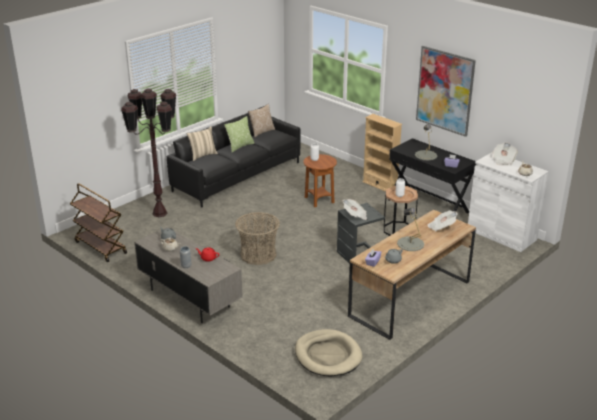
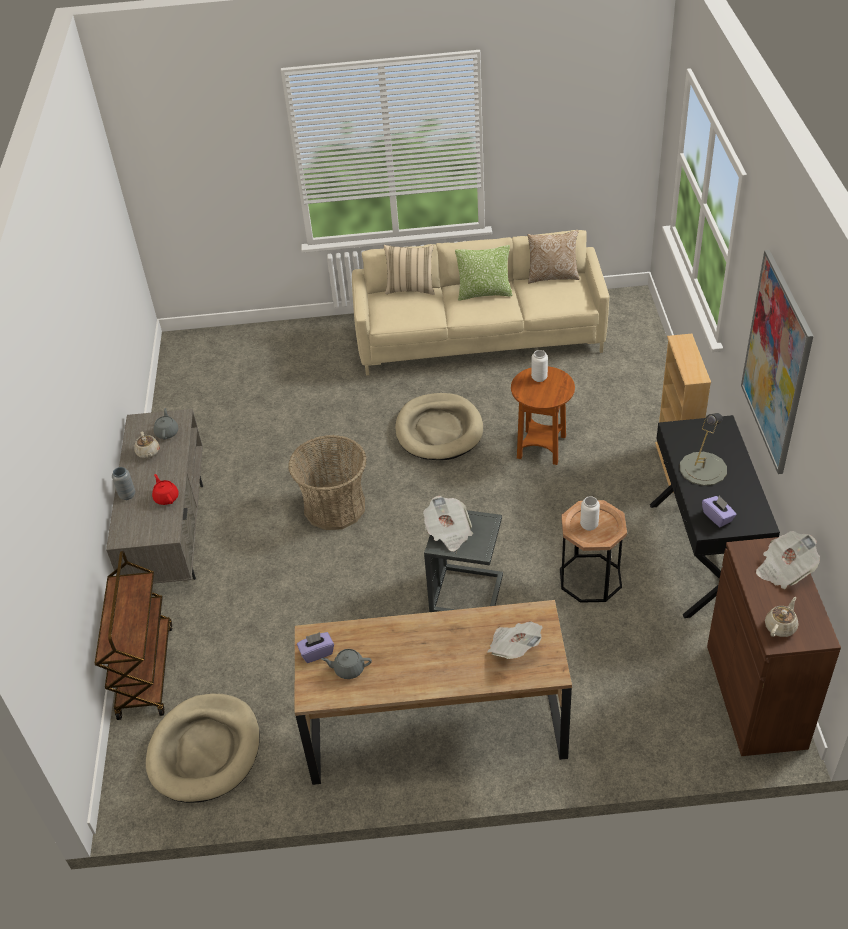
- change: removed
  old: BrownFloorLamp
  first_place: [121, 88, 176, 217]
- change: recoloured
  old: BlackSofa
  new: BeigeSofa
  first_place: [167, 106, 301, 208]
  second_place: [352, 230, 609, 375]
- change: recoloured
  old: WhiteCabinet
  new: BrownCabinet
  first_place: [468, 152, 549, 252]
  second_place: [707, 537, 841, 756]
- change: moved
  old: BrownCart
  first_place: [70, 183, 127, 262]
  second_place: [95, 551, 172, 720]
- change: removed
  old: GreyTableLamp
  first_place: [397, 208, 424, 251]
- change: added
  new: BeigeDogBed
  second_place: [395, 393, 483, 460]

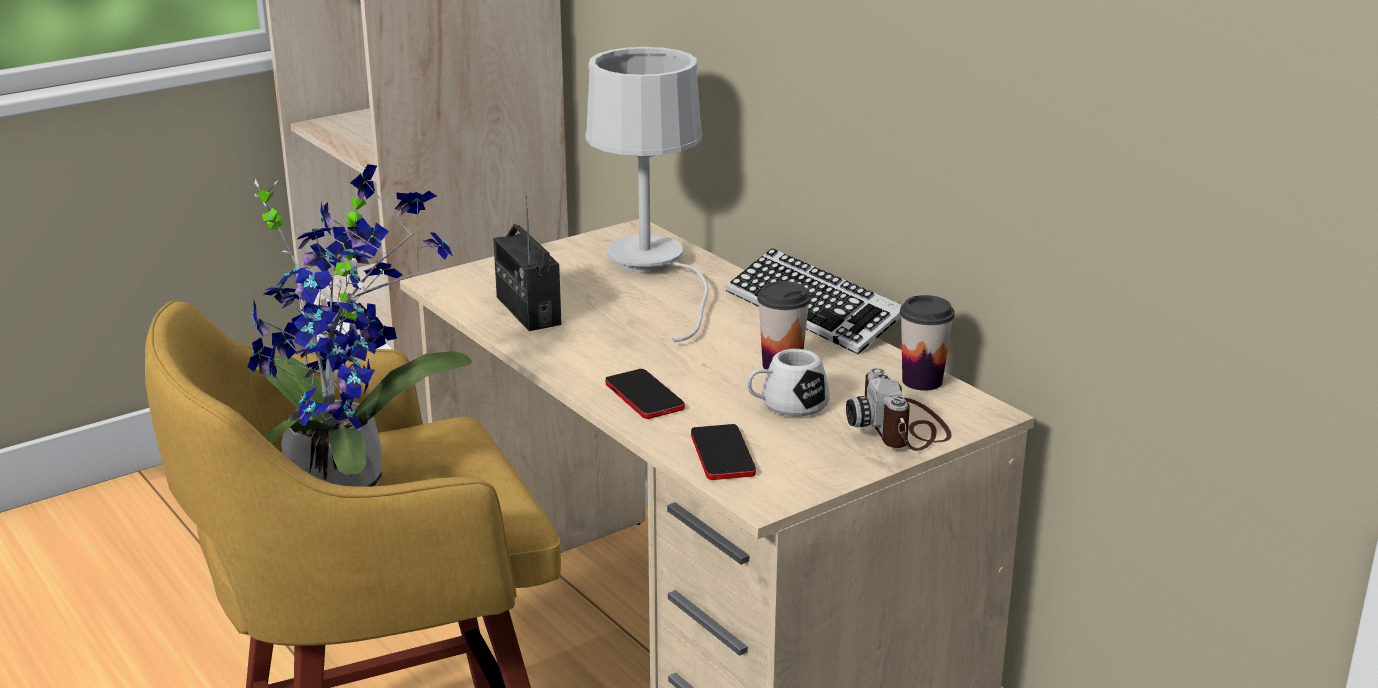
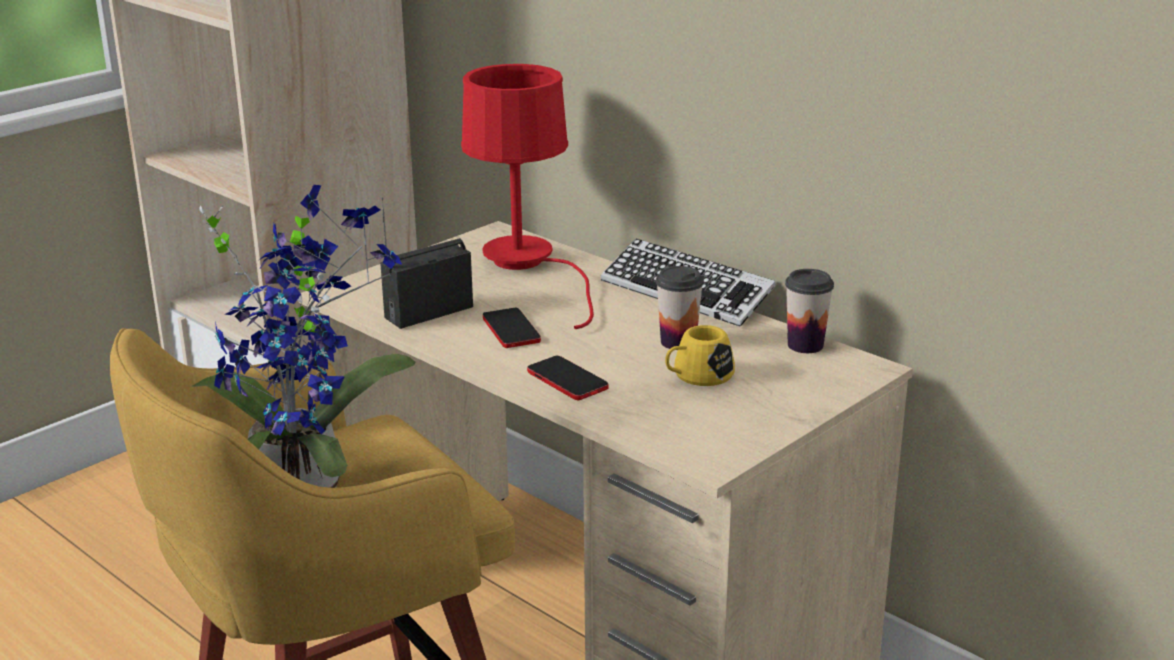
- change: recoloured
  old: WhiteTableLamp
  new: RedTableLamp
  first_place: [585, 47, 709, 342]
  second_place: [461, 64, 594, 329]
- change: turned
  old: Radio
  first_place: [493, 195, 561, 331]
  second_place: [380, 198, 473, 329]
  degrees: 90
- change: recoloured
  old: WhiteMug
  new: YellowMug
  first_place: [747, 349, 830, 416]
  second_place: [665, 325, 735, 386]
- change: removed
  old: PhotoCamera
  first_place: [846, 368, 952, 451]
- change: moved
  old: Phone
  first_place: [691, 424, 756, 480]
  second_place: [483, 308, 541, 348]

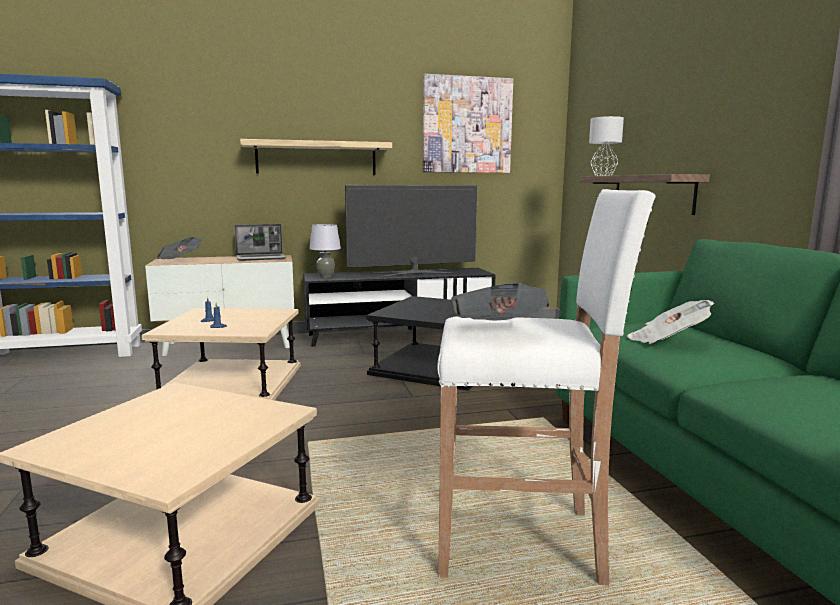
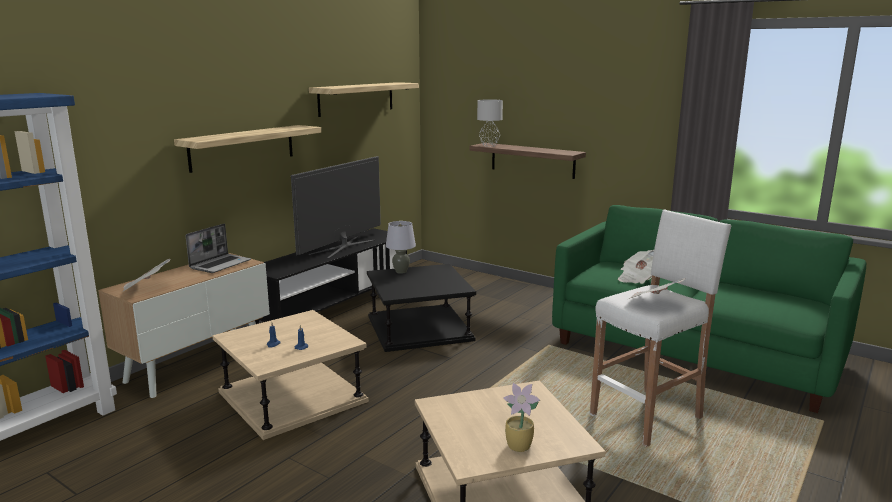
- change: replaced
  old: Picture
  new: Shelf
  first_place: [423, 74, 513, 173]
  second_place: [309, 82, 419, 117]
- change: moved
  old: GreyTableLamp
  first_place: [309, 224, 341, 278]
  second_place: [386, 221, 416, 274]
- change: added
  new: PottedPlant
  second_place: [503, 383, 541, 452]

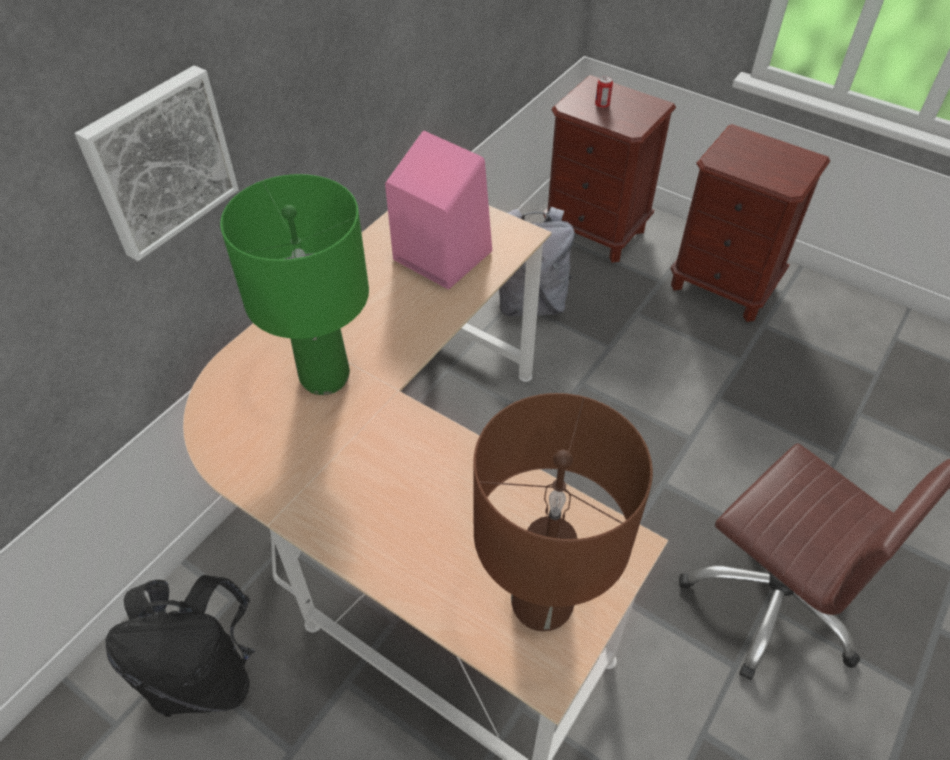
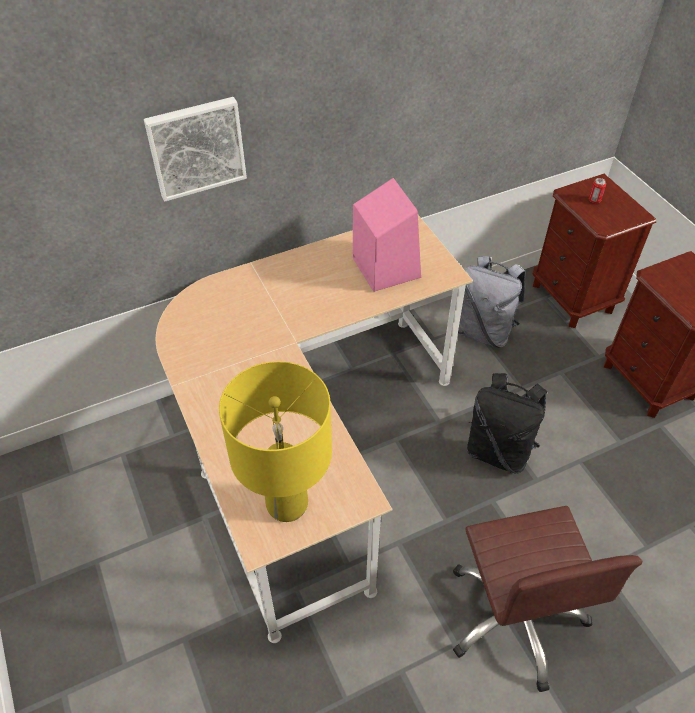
- change: removed
  old: GreenTableLamp
  first_place: [220, 174, 369, 395]
- change: recoloured
  old: BrownTableLamp
  new: YellowTableLamp
  first_place: [473, 393, 653, 631]
  second_place: [219, 361, 332, 522]
- change: moved
  old: BlackBackpack
  first_place: [105, 575, 255, 717]
  second_place: [467, 373, 547, 473]

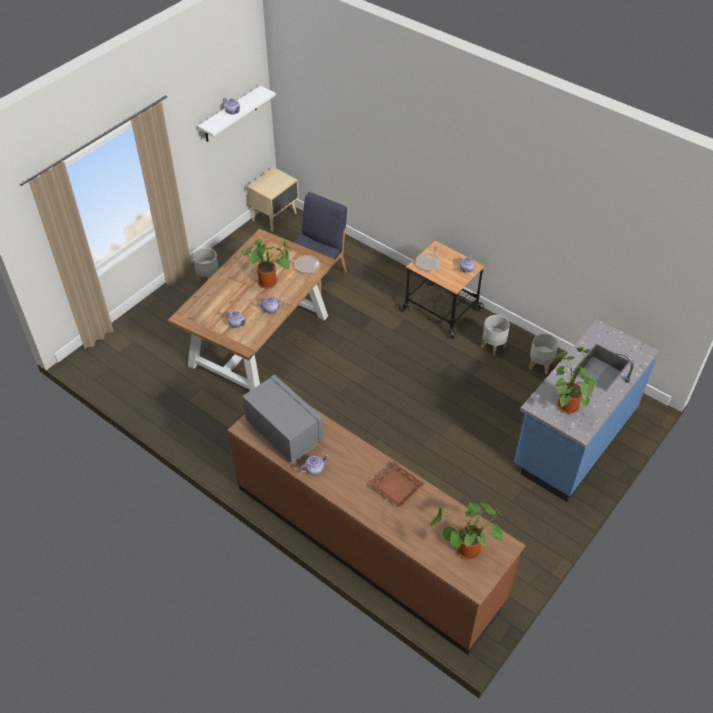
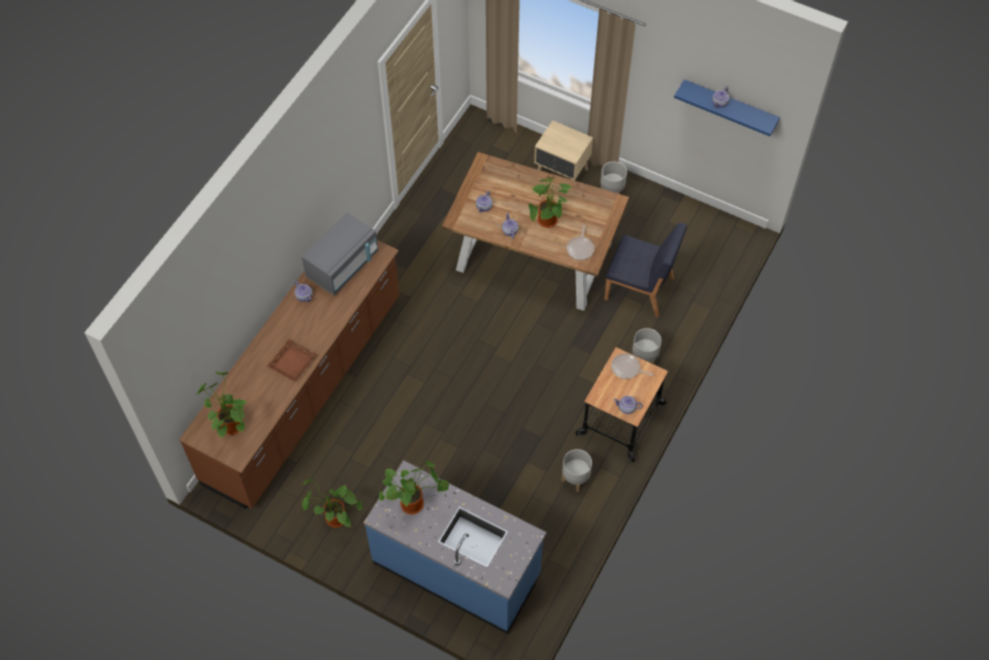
- change: recoloured
  old: WhiteShelf
  new: BlueShelf
  first_place: [197, 86, 276, 142]
  second_place: [674, 79, 780, 136]
- change: moved
  old: BeigeNightstand
  first_place: [246, 167, 299, 232]
  second_place: [534, 120, 593, 181]
- change: moved
  old: GreyPlanter
  first_place: [529, 333, 559, 375]
  second_place: [632, 328, 662, 364]
- change: added
  new: PottedPlant
  second_place: [302, 476, 362, 528]

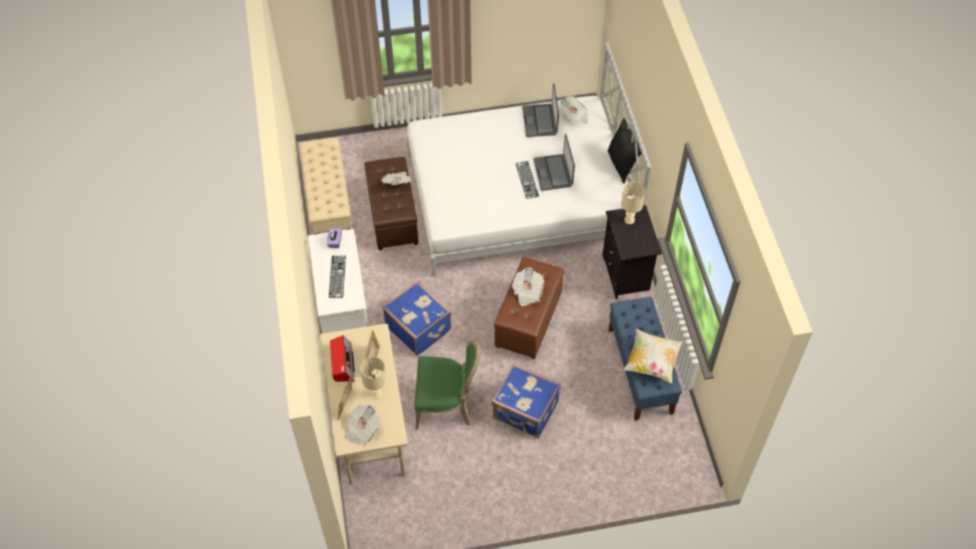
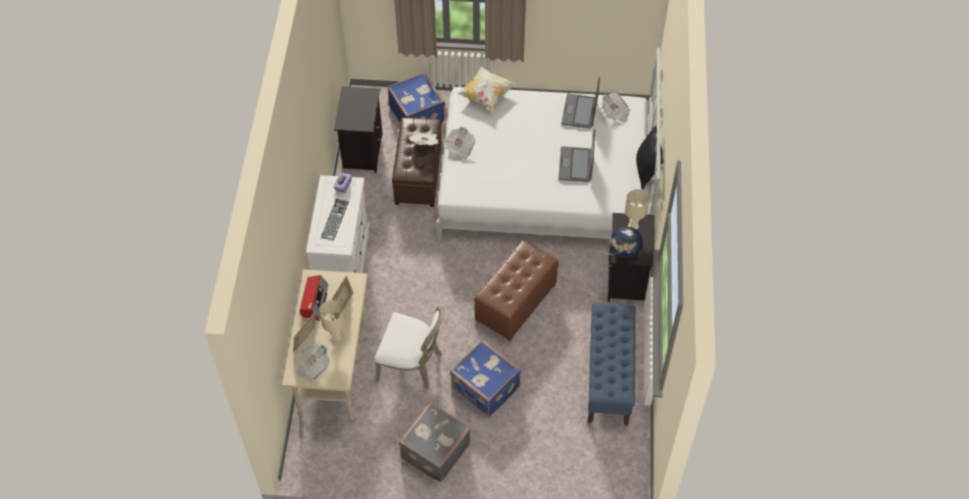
- change: replaced
  old: BeigeBench
  new: BlackNightstand
  first_place: [300, 138, 352, 235]
  second_place: [334, 86, 383, 173]
- change: removed
  old: Keyboard
  first_place: [516, 161, 539, 199]
- change: moved
  old: Newspaper
  first_place: [512, 268, 544, 306]
  second_place: [445, 127, 475, 161]
- change: moved
  old: BlueSuitcase
  first_place: [383, 281, 452, 356]
  second_place: [388, 72, 445, 123]
- change: moved
  old: Pillow
  first_place: [623, 329, 683, 383]
  second_place: [457, 66, 516, 111]
- change: recoloured
  old: GreenChair
  new: WhiteChair
  first_place: [414, 339, 481, 430]
  second_place: [375, 307, 444, 390]
- change: added
  new: Globe
  second_place: [611, 227, 643, 258]
- change: added
  new: GreySuitcase
  second_place: [399, 402, 471, 482]

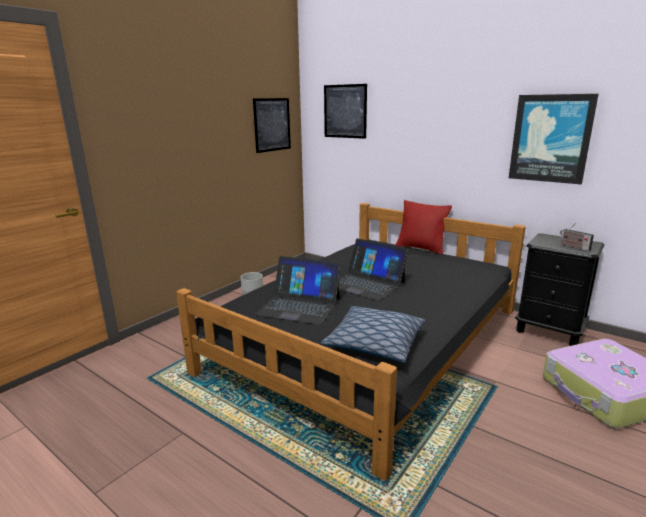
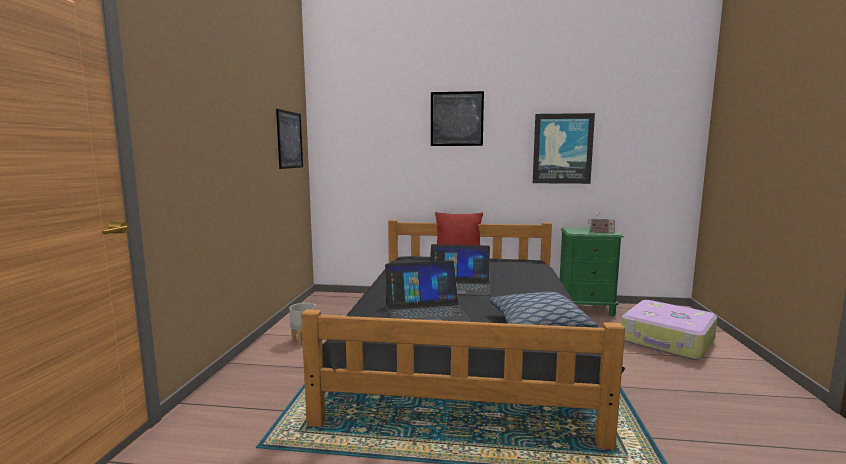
- change: moved
  old: Picture
  first_place: [324, 84, 367, 139]
  second_place: [431, 91, 484, 146]
- change: recoloured
  old: BlackNightstand
  new: GreenNightstand
  first_place: [515, 233, 605, 346]
  second_place: [560, 227, 624, 316]

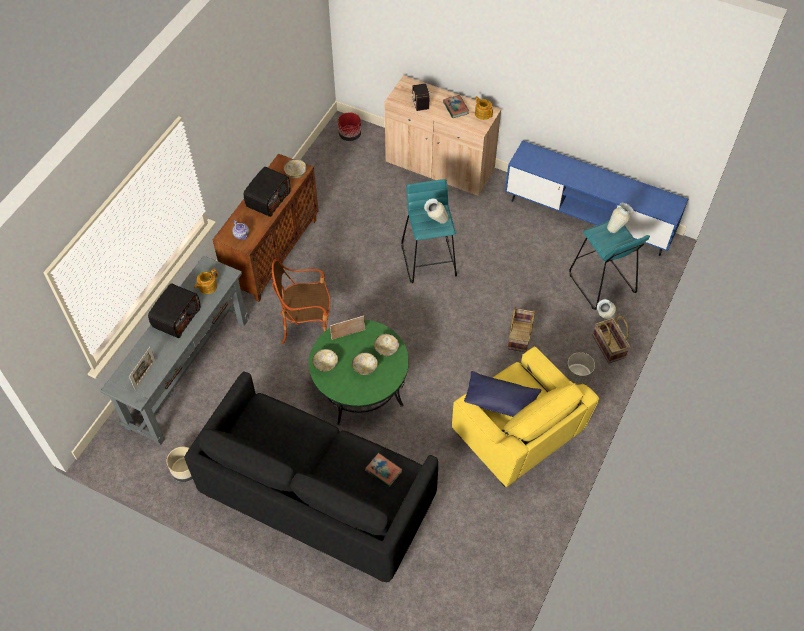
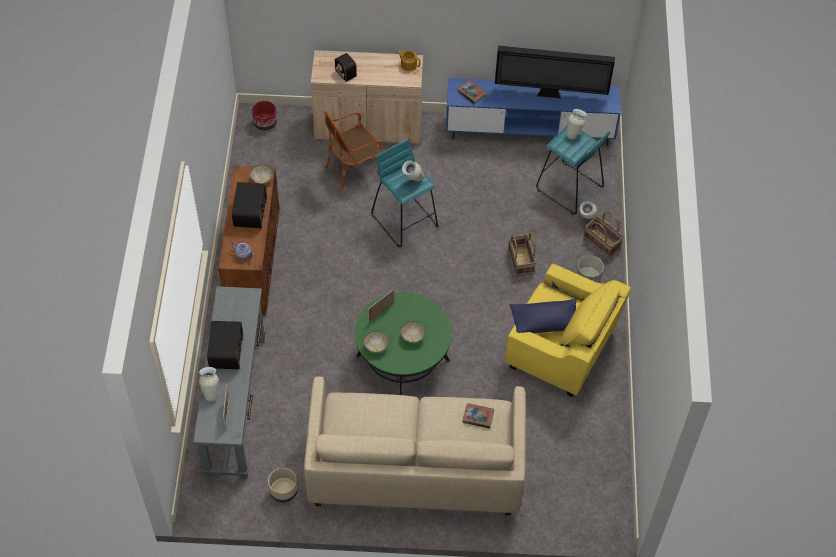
- change: moved
  old: Book
  first_place: [443, 95, 469, 118]
  second_place: [457, 80, 487, 104]
- change: moved
  old: Armchair
  first_place: [272, 259, 330, 344]
  second_place: [324, 111, 382, 192]
- change: removed
  old: Teapot
  first_place: [194, 269, 218, 294]
- change: removed
  old: Bowl
  first_place: [374, 334, 399, 356]
- change: recoloured
  old: BlackSofa
  new: BeigeSofa
  first_place: [184, 372, 438, 582]
  second_place: [304, 377, 526, 516]
- change: added
  new: Television
  second_place: [495, 46, 615, 99]
- change: added
  new: Vase
  second_place: [199, 367, 219, 401]

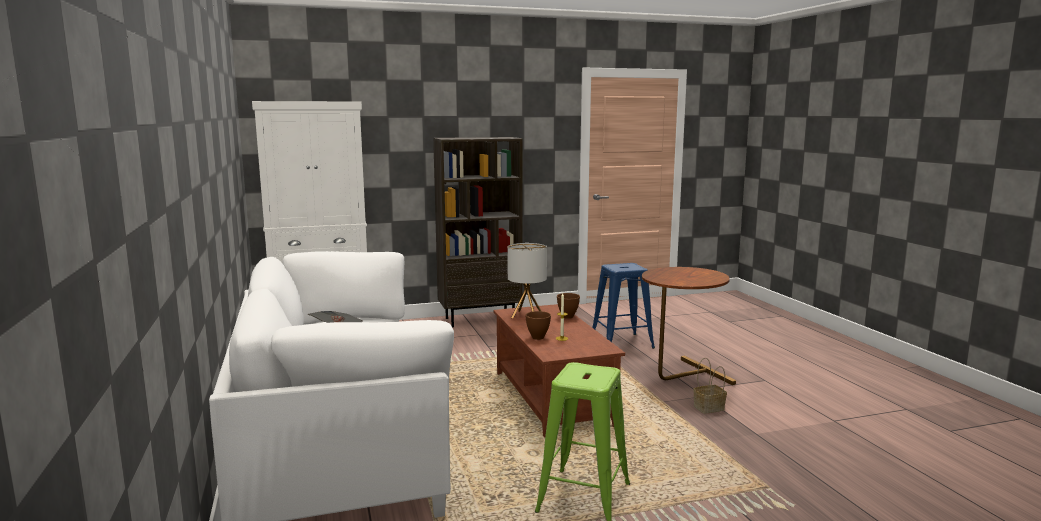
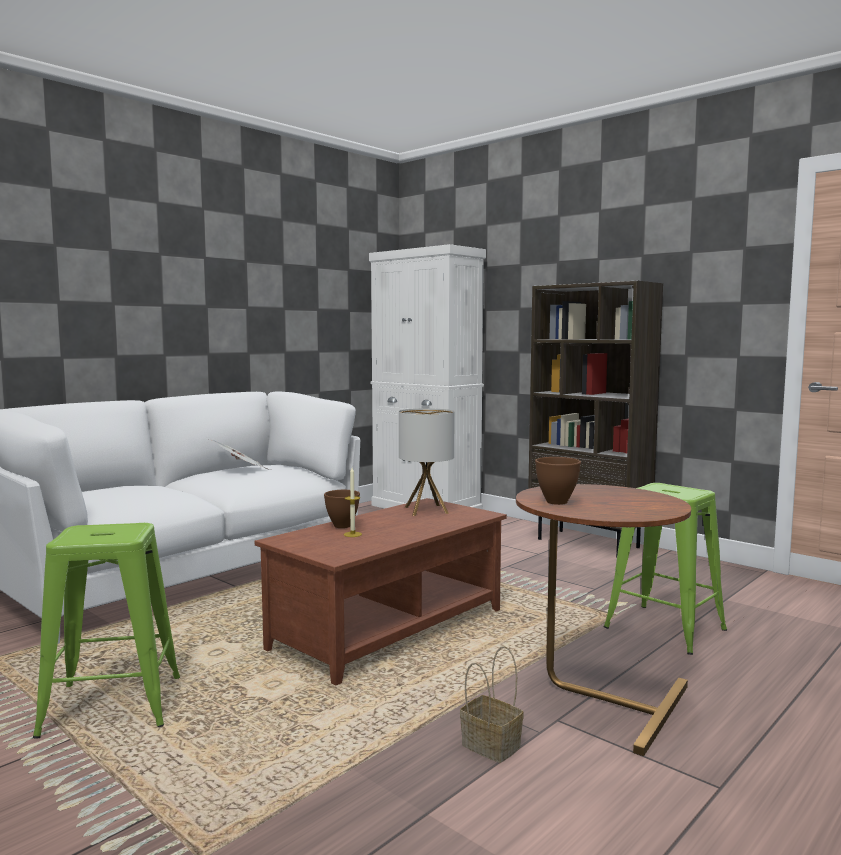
- change: recoloured
  old: BlueStool
  new: GreenStool
  first_place: [592, 263, 655, 349]
  second_place: [604, 483, 727, 655]
- change: moved
  old: BrownBowl
  first_place: [557, 293, 580, 319]
  second_place: [535, 457, 581, 505]

